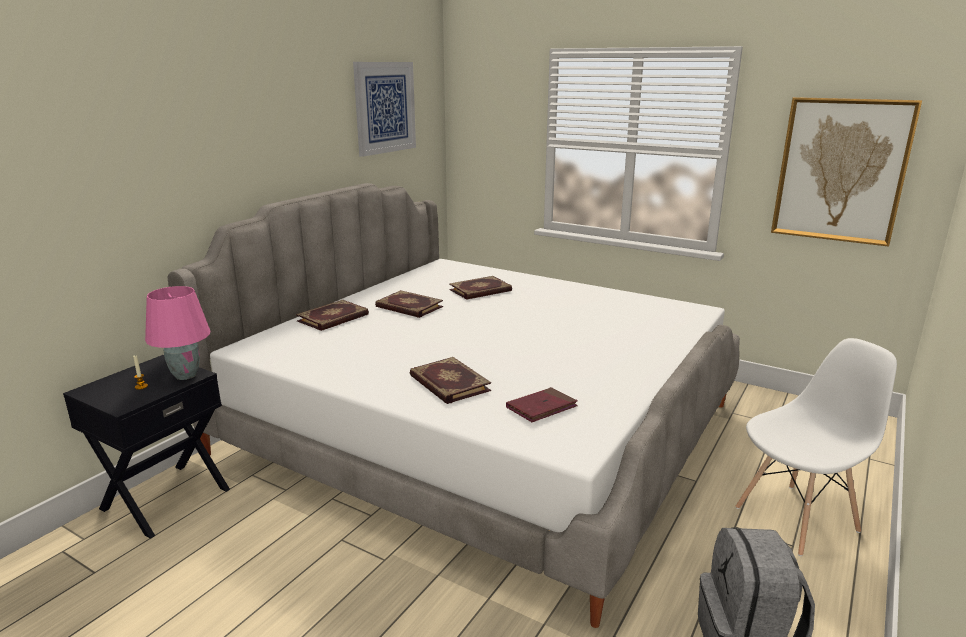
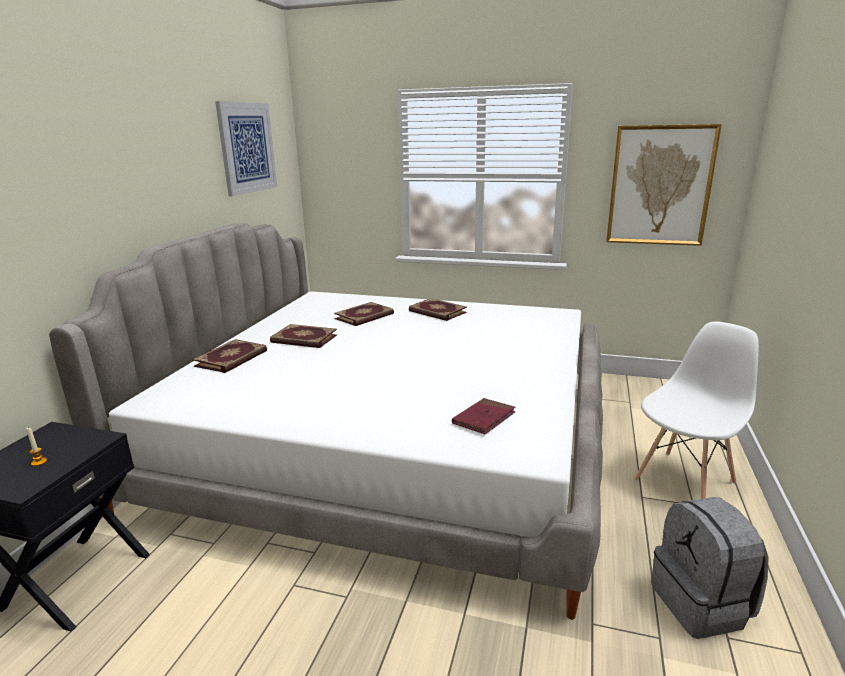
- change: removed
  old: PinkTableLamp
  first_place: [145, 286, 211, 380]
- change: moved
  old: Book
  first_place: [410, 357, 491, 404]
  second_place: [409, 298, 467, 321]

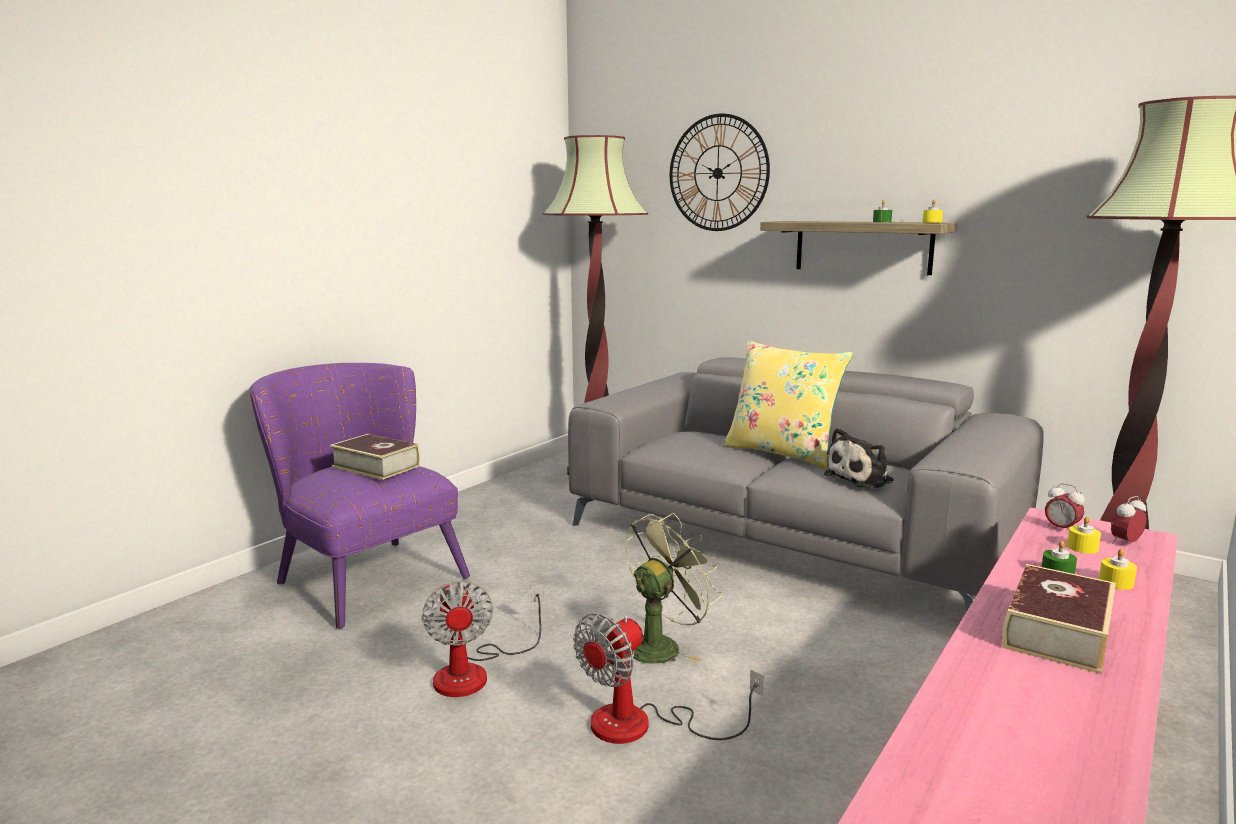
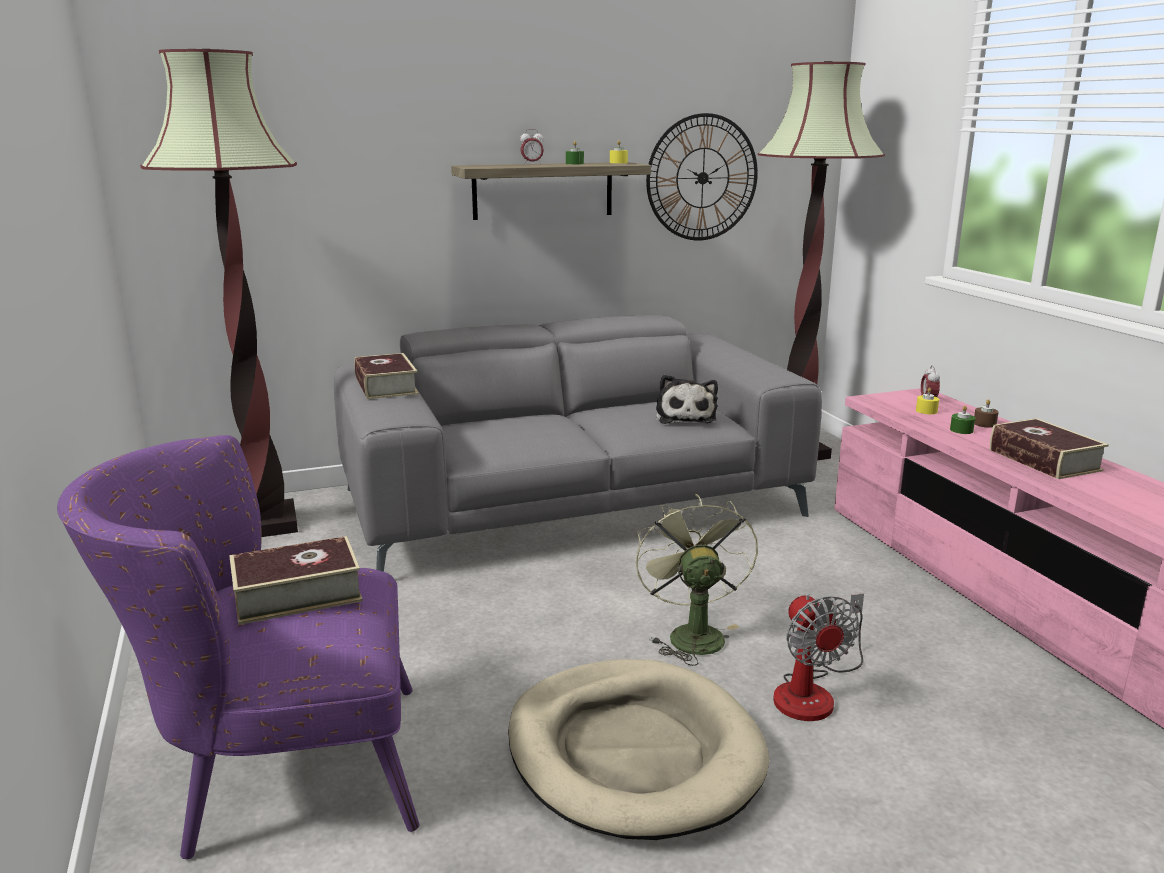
- change: moved
  old: WallClock
  first_place: [670, 114, 770, 231]
  second_place: [646, 113, 758, 241]
- change: removed
  old: YellowPillow
  first_place: [722, 340, 853, 469]
- change: moved
  old: AlarmClock
  first_place: [1045, 483, 1085, 528]
  second_place: [520, 129, 544, 165]
- change: recoloured
  old: YellowCandle
  new: BrownCandle
  first_place: [1099, 549, 1137, 590]
  second_place: [974, 399, 998, 428]
- change: replaced
  old: Fan
  new: BeigeDogBed
  first_place: [422, 580, 544, 697]
  second_place: [508, 659, 769, 840]
- change: added
  new: Book
  second_place: [354, 353, 419, 399]

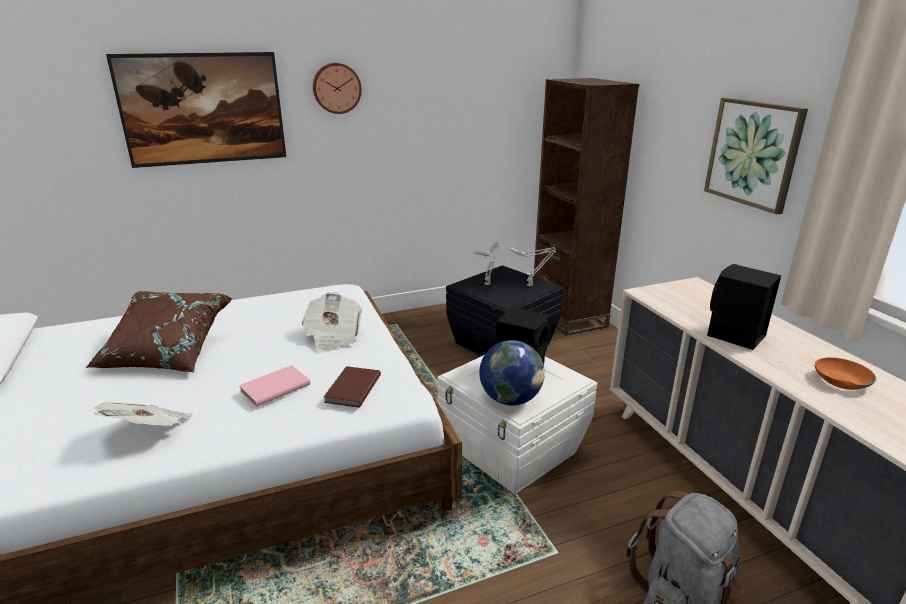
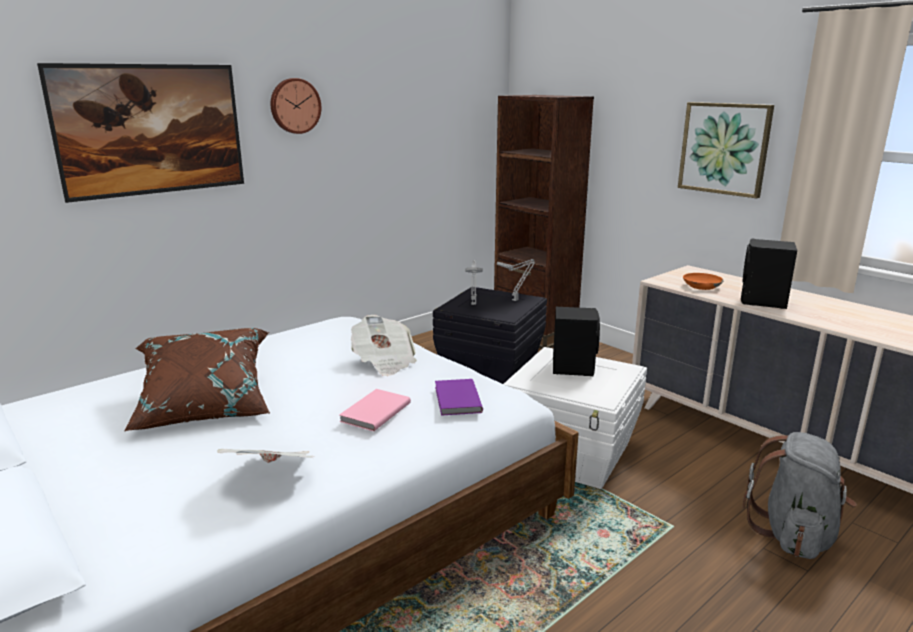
- change: removed
  old: Globe
  first_place: [479, 340, 545, 406]
- change: moved
  old: OrangeBowl
  first_place: [815, 357, 876, 390]
  second_place: [683, 273, 723, 290]
- change: recoloured
  old: BrownBook
  new: PurpleBook
  first_place: [324, 366, 381, 408]
  second_place: [435, 379, 483, 416]

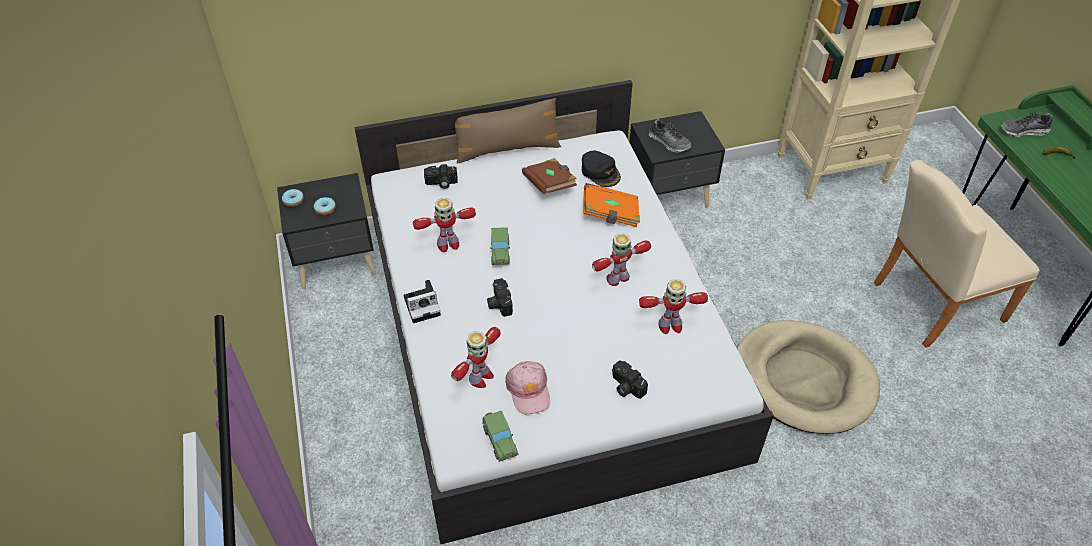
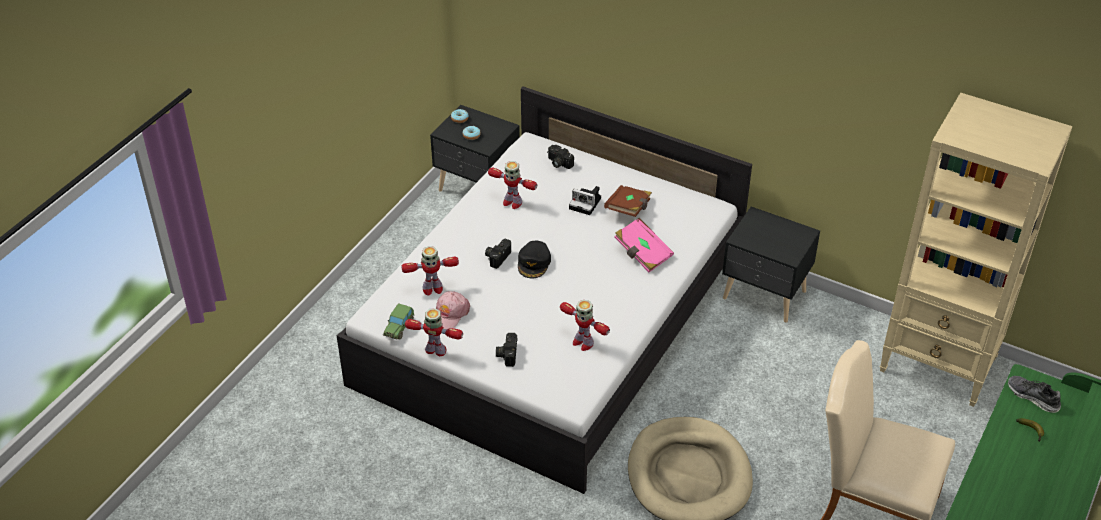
- change: removed
  old: BrownPillow
  first_place: [455, 98, 561, 164]
- change: removed
  old: Shoe
  first_place: [649, 119, 692, 153]
- change: moved
  old: BlackCap
  first_place: [582, 151, 621, 187]
  second_place: [518, 241, 551, 278]
- change: recoloured
  old: OrangeBook
  new: PinkBook
  first_place: [583, 183, 640, 227]
  second_place: [614, 218, 674, 273]
- change: removed
  old: ToyCar
  first_place: [490, 227, 510, 265]
- change: moved
  old: ToyRobot
  first_place: [592, 233, 651, 286]
  second_place: [405, 308, 463, 356]
- change: moved
  old: PhotoCamera
  first_place: [404, 280, 441, 323]
  second_place: [569, 186, 601, 215]

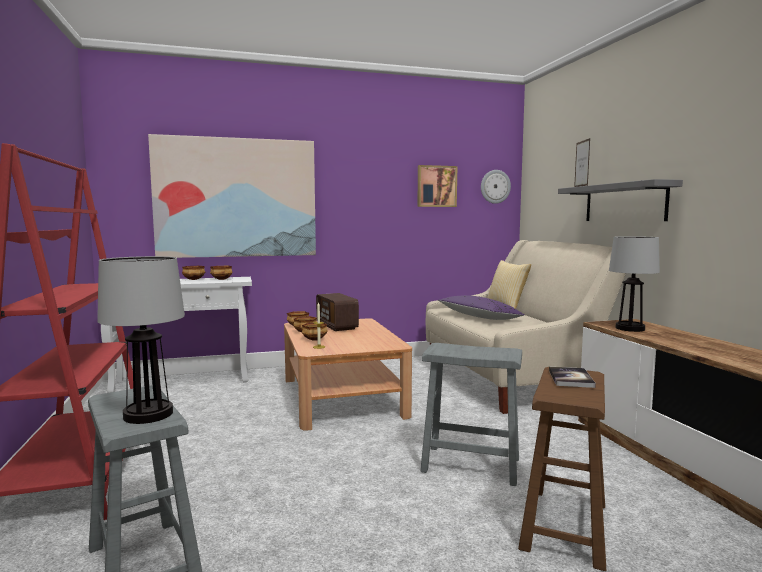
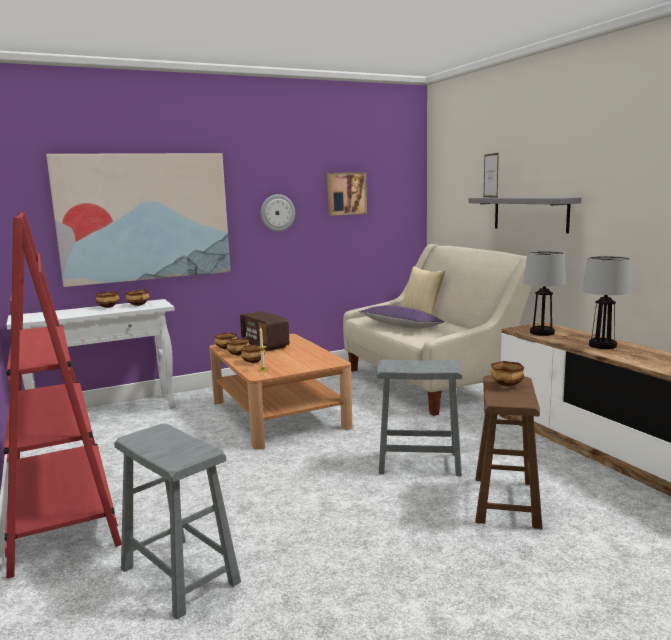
- change: moved
  old: WallClock
  first_place: [481, 170, 511, 204]
  second_place: [261, 194, 295, 232]
- change: moved
  old: TableLamp
  first_place: [97, 256, 185, 424]
  second_place: [582, 256, 631, 349]
- change: replaced
  old: Book
  new: Bowl
  first_place: [549, 367, 596, 388]
  second_place: [490, 361, 524, 387]

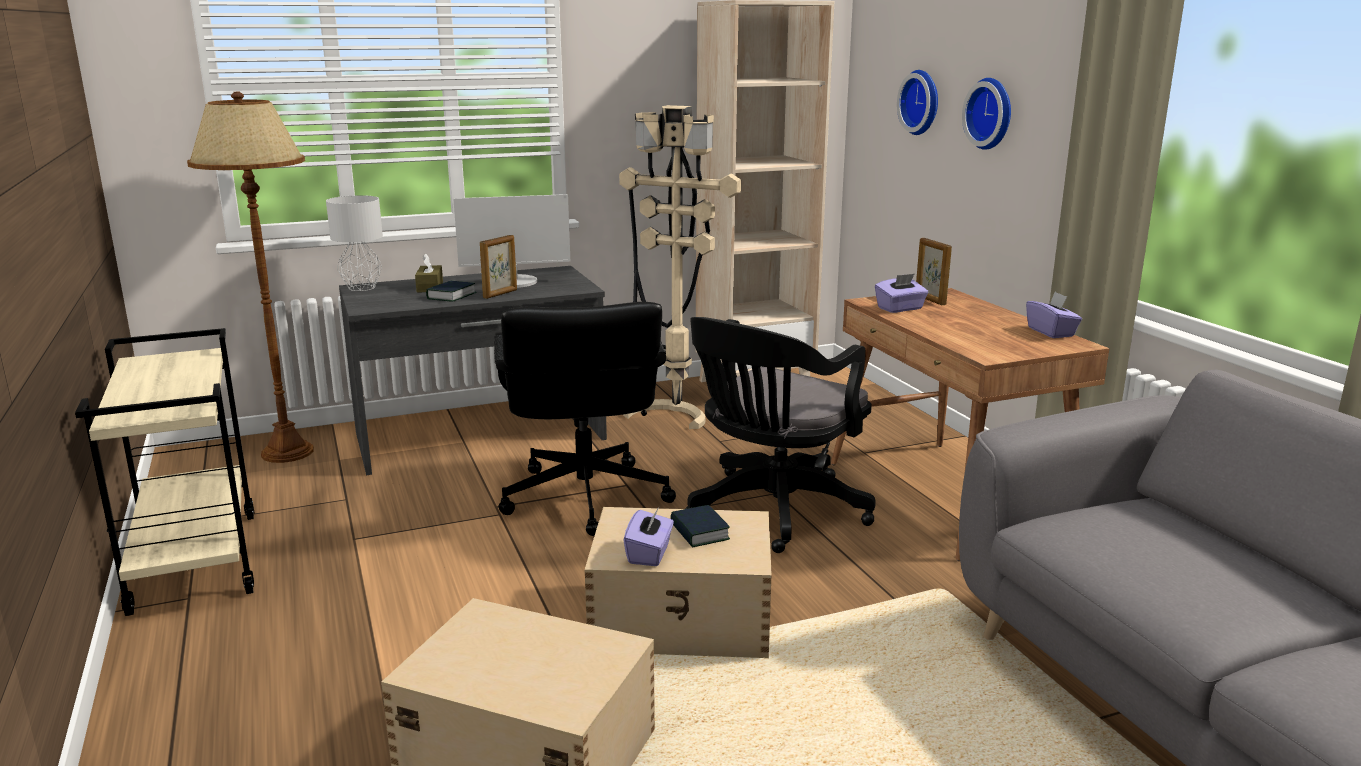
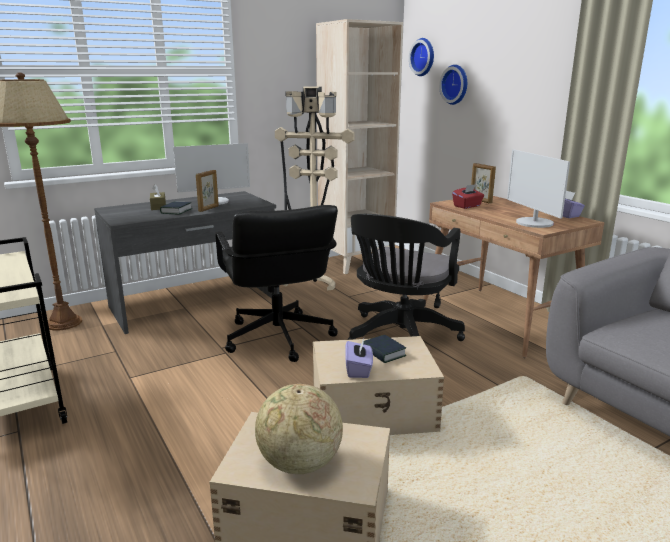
- change: moved
  old: WallClock
  first_place: [962, 78, 1011, 150]
  second_place: [409, 38, 434, 76]
- change: removed
  old: GreyTableLamp
  first_place: [326, 195, 383, 291]
- change: recoloured
  old: PurpleTissueBox
  new: RedTissueBox
  first_place: [875, 274, 928, 313]
  second_place: [452, 184, 484, 209]
- change: added
  new: Monitor
  second_place: [507, 149, 570, 228]
- change: added
  new: Globe
  second_place: [255, 384, 343, 474]

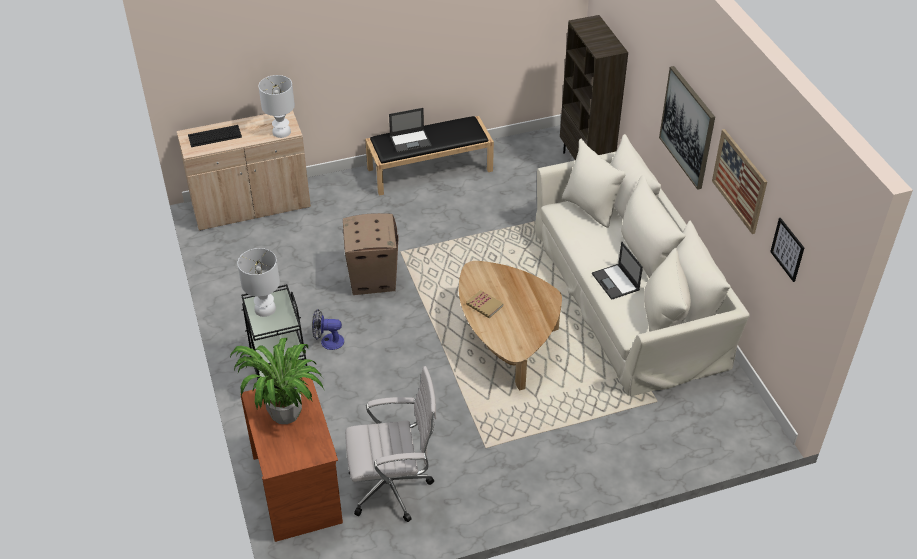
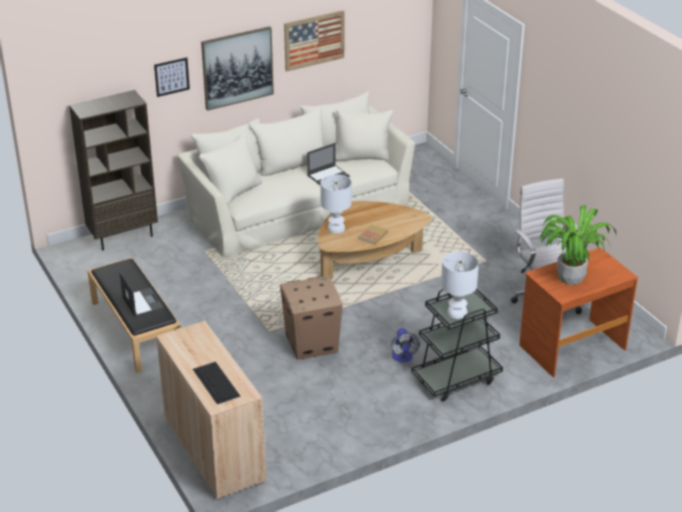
- change: moved
  old: WhiteTableLamp
  first_place: [259, 75, 295, 138]
  second_place: [320, 174, 352, 234]
- change: moved
  old: Picture
  first_place: [770, 218, 804, 282]
  second_place: [154, 57, 190, 97]

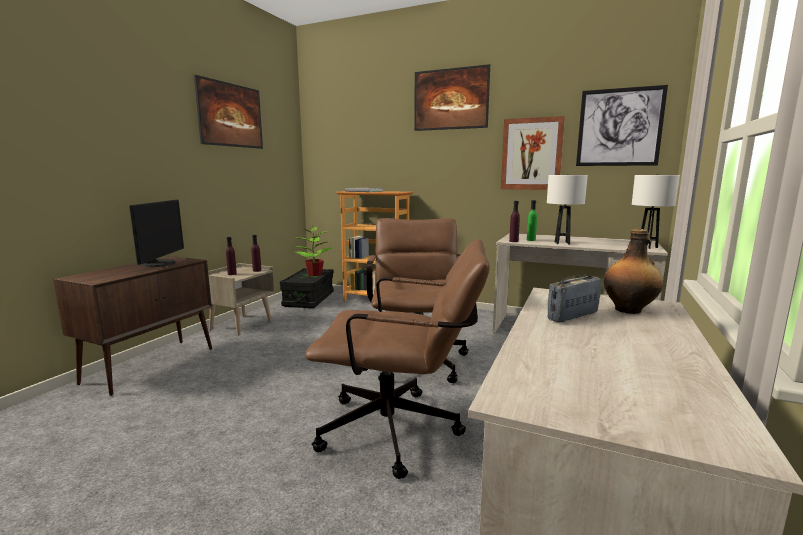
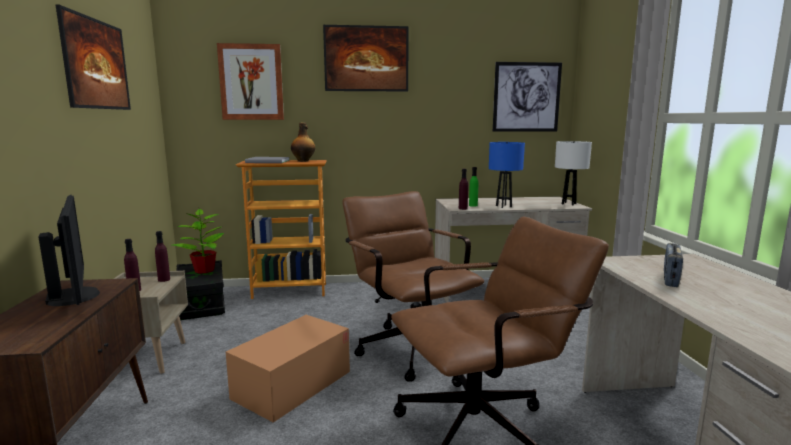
- change: moved
  old: Picture
  first_place: [501, 116, 565, 190]
  second_place: [217, 43, 284, 120]
- change: recoloured
  old: WhiteTableLamp
  new: BlueTableLamp
  first_place: [547, 174, 588, 244]
  second_place: [489, 142, 525, 208]
- change: moved
  old: Bottle
  first_place: [603, 229, 663, 314]
  second_place: [291, 123, 315, 162]
- change: added
  new: CardboardBox
  second_place: [226, 315, 350, 422]

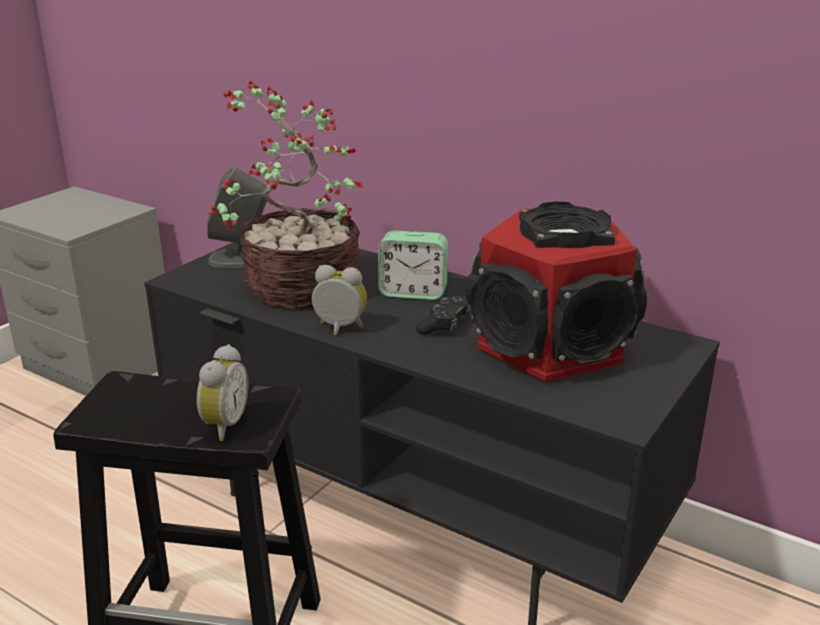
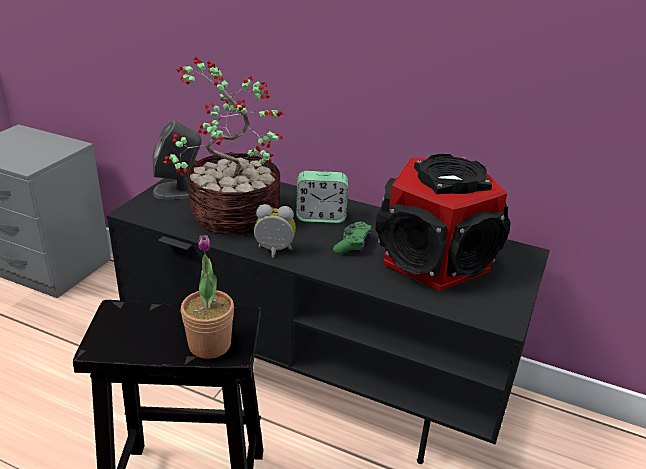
- change: recoloured
  old: BlackGameController
  new: GreenGameController
  first_place: [416, 296, 471, 335]
  second_place: [333, 222, 372, 254]
- change: replaced
  old: AlarmClock
  new: PottedPlant
  first_place: [197, 344, 249, 441]
  second_place: [181, 235, 234, 359]

